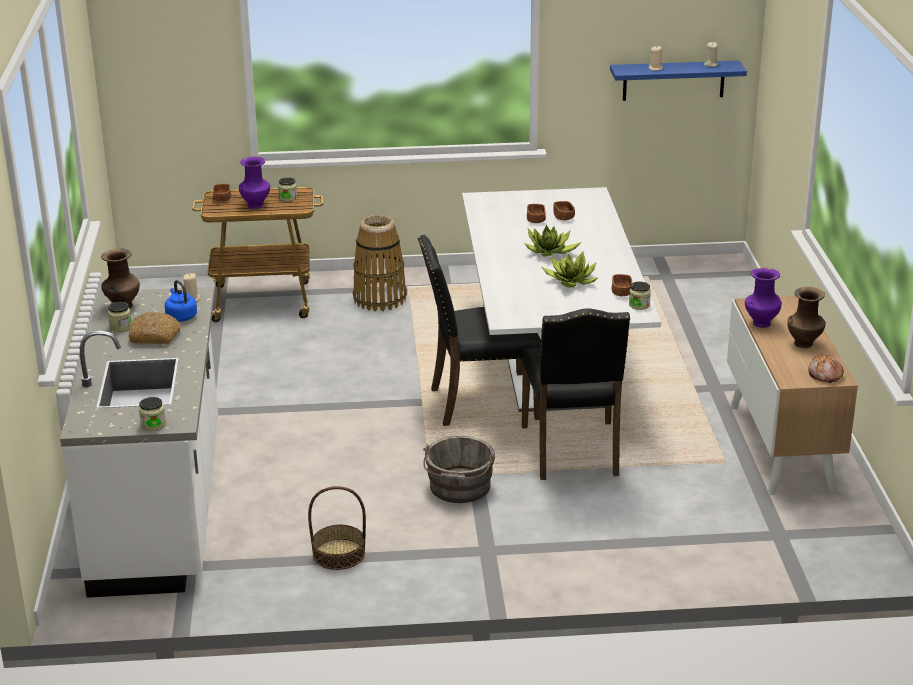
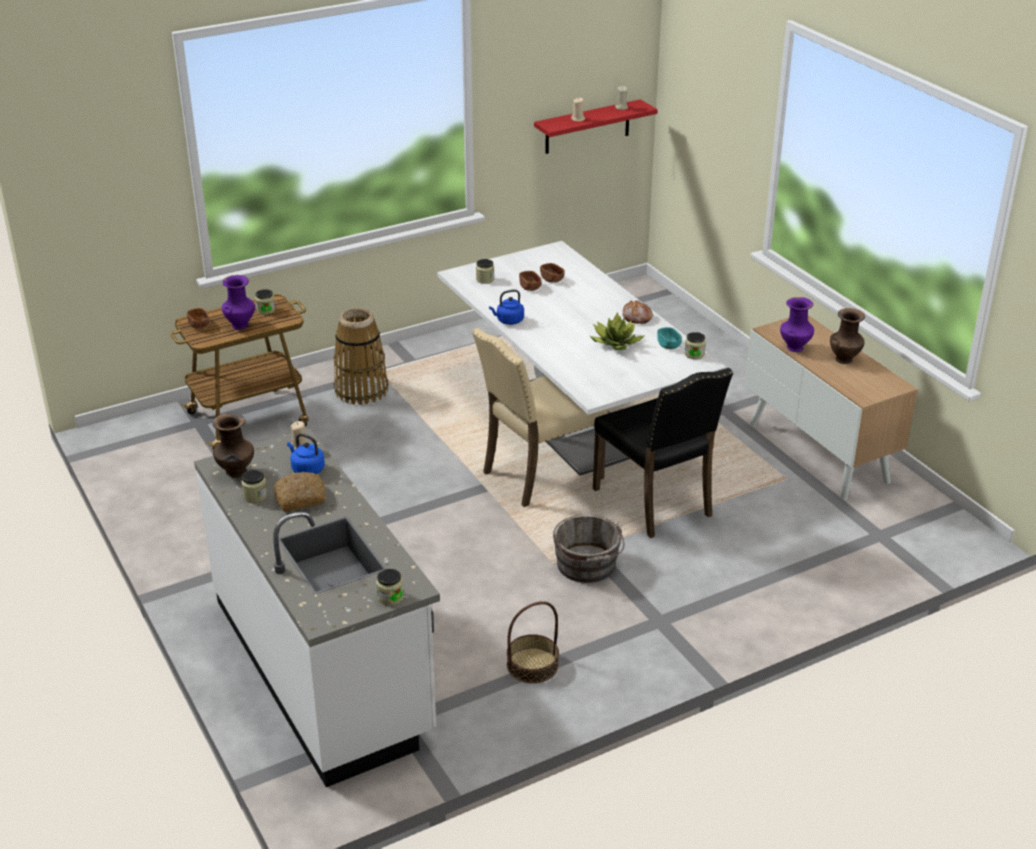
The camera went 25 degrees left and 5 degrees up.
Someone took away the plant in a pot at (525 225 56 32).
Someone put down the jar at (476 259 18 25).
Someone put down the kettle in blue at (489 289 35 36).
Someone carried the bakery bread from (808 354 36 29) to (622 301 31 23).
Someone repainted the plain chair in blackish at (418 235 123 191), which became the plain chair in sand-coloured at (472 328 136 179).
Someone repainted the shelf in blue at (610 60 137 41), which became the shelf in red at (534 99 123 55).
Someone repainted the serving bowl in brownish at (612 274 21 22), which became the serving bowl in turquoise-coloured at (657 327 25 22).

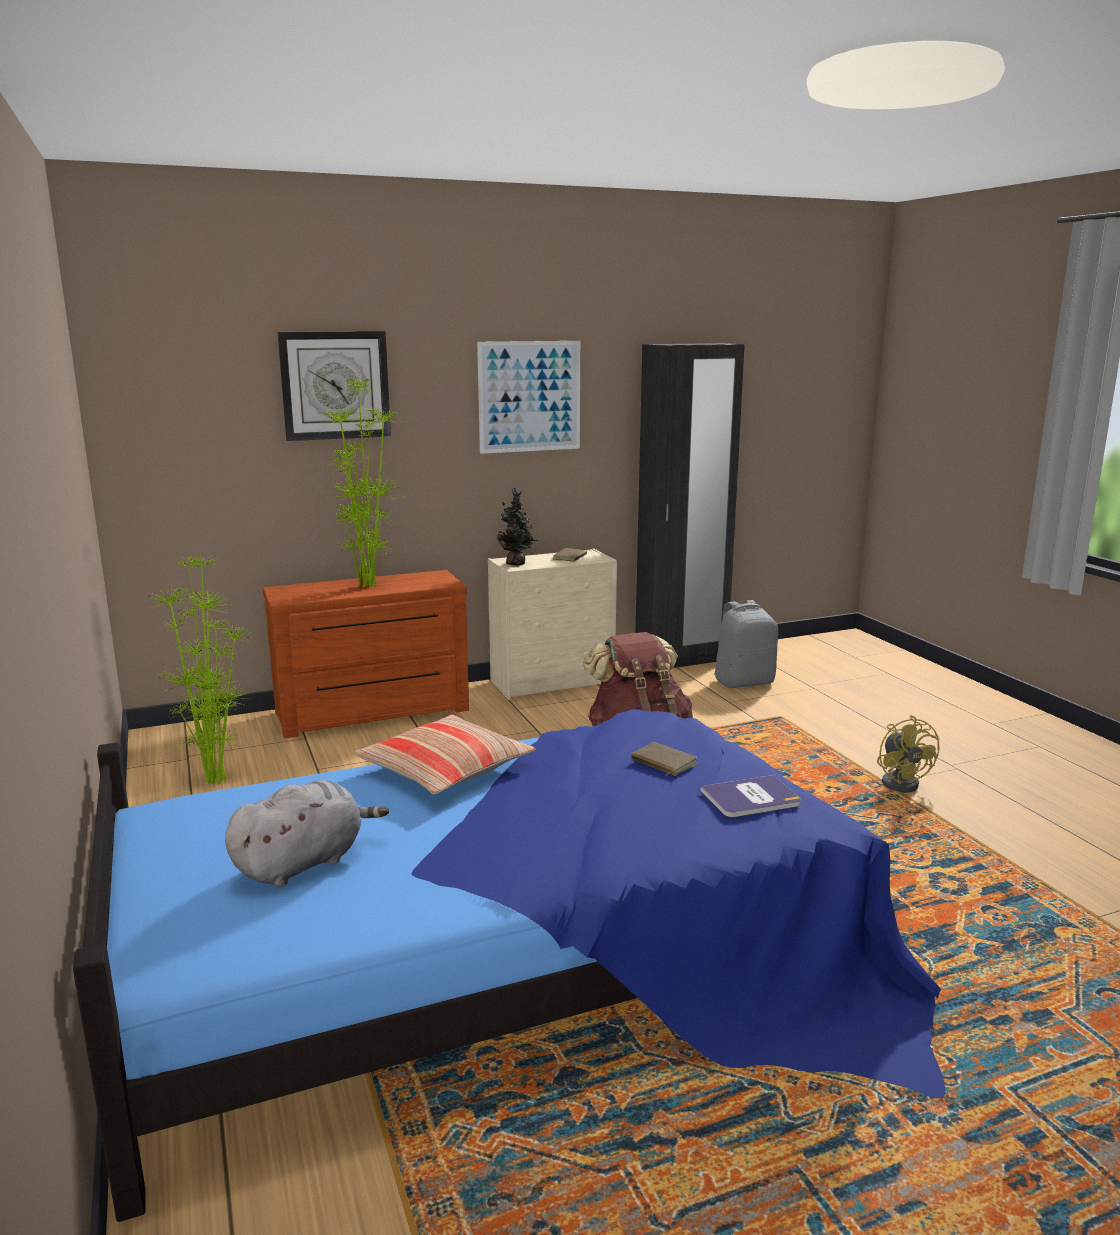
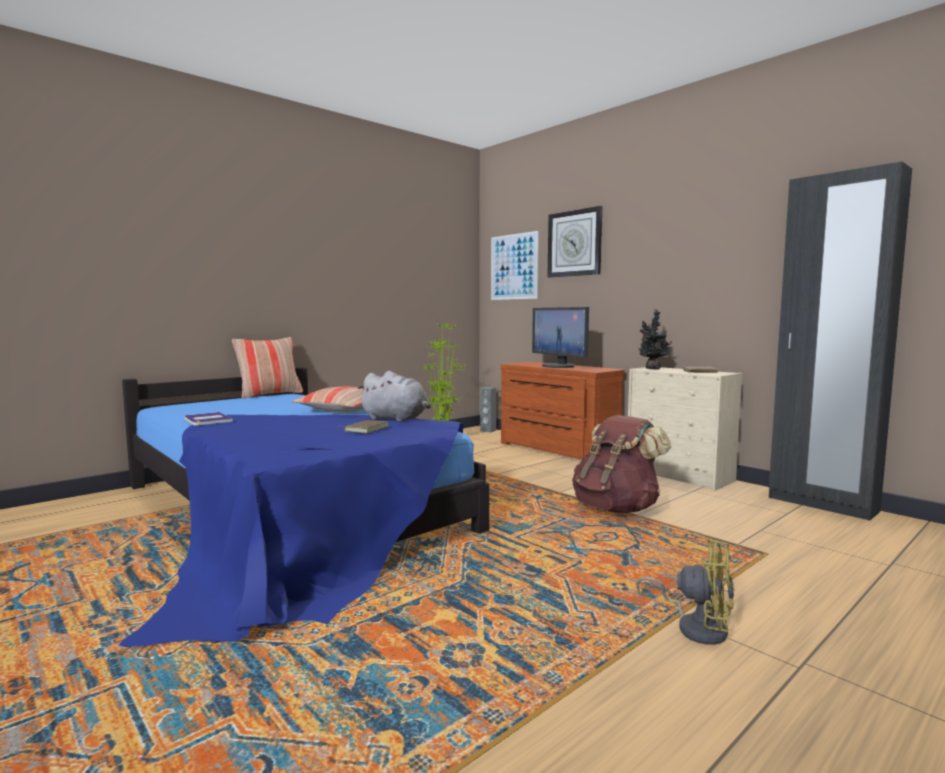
The camera went 70 degrees right and 10 degrees down.
Someone took away the backpack in grey at (715 600 63 88).
Someone put down the throw pillow at (232 337 71 62).
Someone put down the audio speaker in grey at (480 387 16 46).
Someone carried the plush toy in grey from (225 780 164 107) to (357 371 74 51).
Someone carried the wall art from (477 341 103 113) to (491 231 48 69).
Someone carried the book from (701 775 100 42) to (184 412 49 14).
Someone swapped the plant in a pot at (320 378 84 209) for the computer screen at (532 307 57 61).
Someone rotated the electric fan in yellow at (877 715 63 78) by 120 degrees counterclockwise.

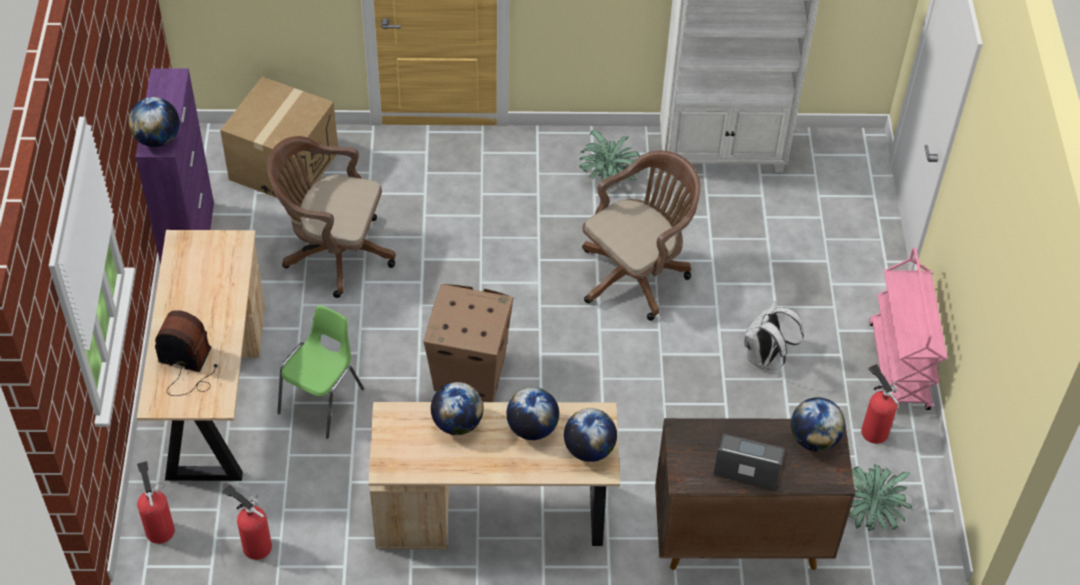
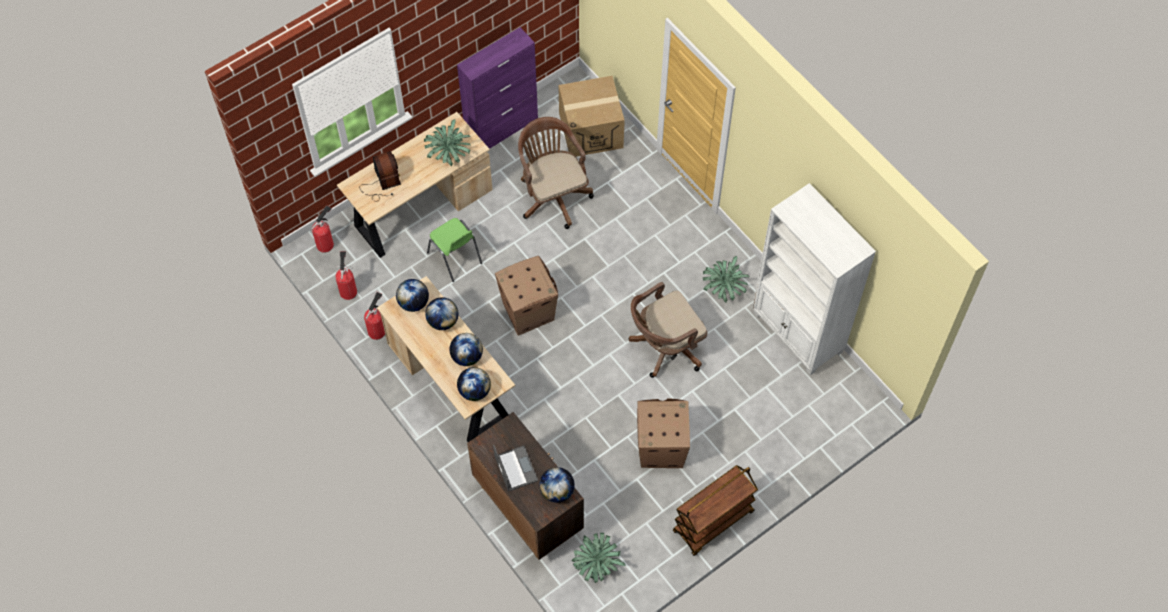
The camera went 55 degrees right and 10 degrees up.
Someone put down the plant in a pot at (424 119 47 47).
Someone carried the world globe from (129 97 51 50) to (396 279 33 33).
Someone carried the fire extinguisher from (861 364 38 80) to (364 292 21 48).
Someone swapped the backpack in whitish at (744 301 60 69) for the carton at (637 398 53 70).
Someone repainted the cart in pink at (869 248 78 162), which became the cart in brownish at (673 465 85 91).
Someone rotated the plain chair in greenish at (277 305 87 134) by 60 degrees clockwise.
Someone rotated the desk chair in brownish at (582 151 119 170) by 135 degrees clockwise.

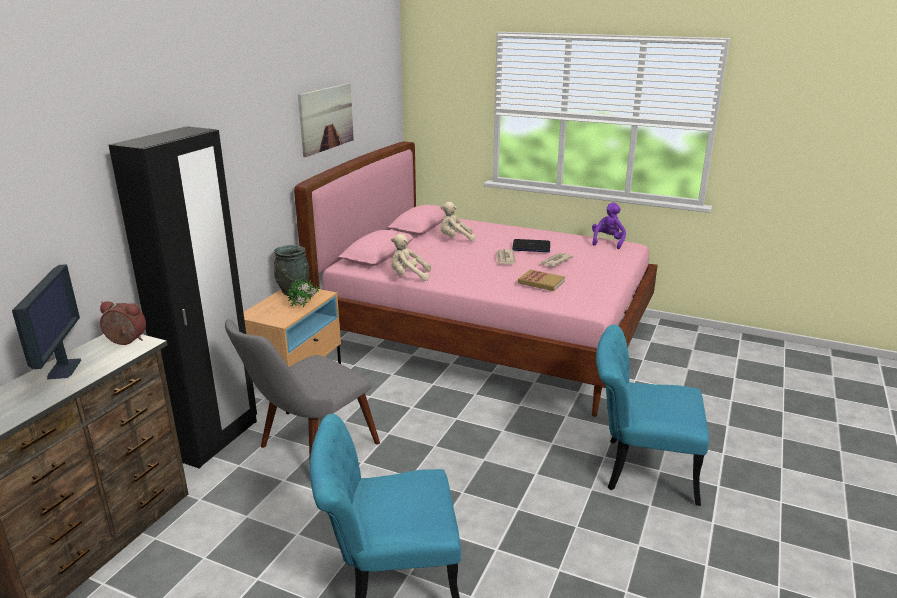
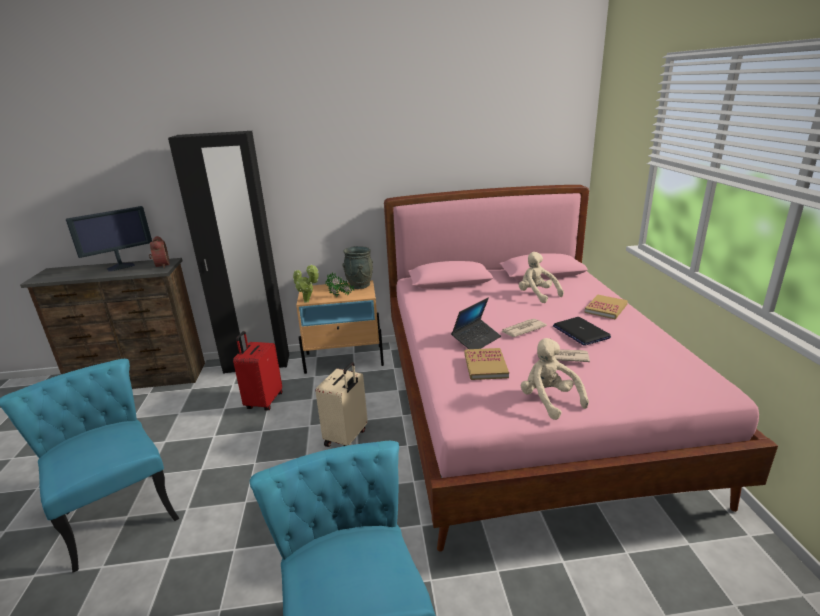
The camera went 60 degrees right and 0 degrees up.
Someone took away the wall art at (298 83 56 74).
Someone took away the plush toy in purplish at (592 202 34 47).
Someone put down the plant in a pot at (293 264 26 39).
Someone put down the travel case in sand-coloured at (315 362 53 85).
Someone put down the notebook computer at (451 298 50 51).
Someone put down the book at (585 295 43 24).
Someone carried the plush toy in sand-coloured from (391 234 40 47) to (521 338 68 82).
Someone swapped the plain chair in grey at (225 319 155 138) for the travel case in red at (233 331 49 80).

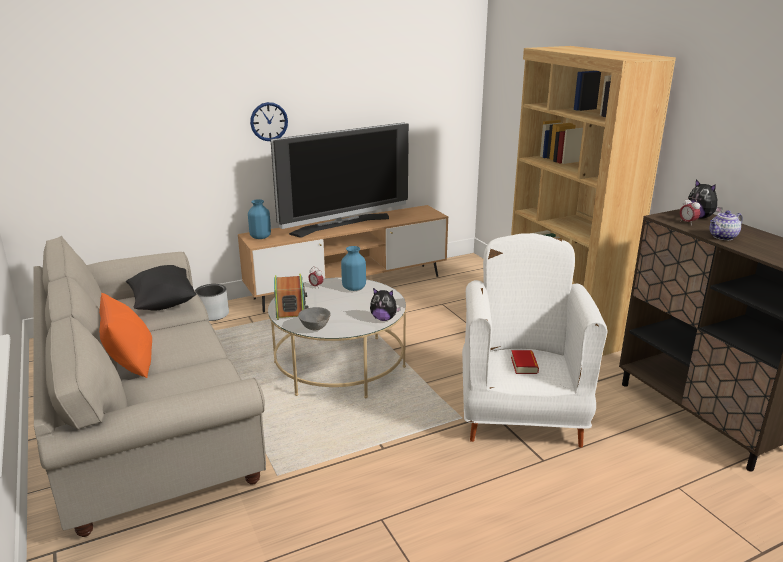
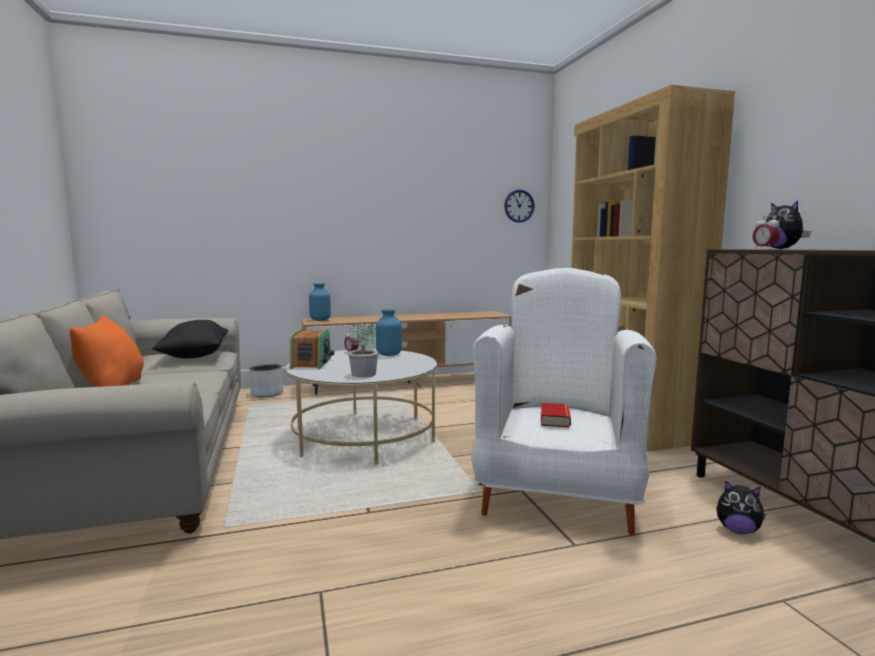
The camera went 10 degrees right and 15 degrees down.
Someone took away the TV set at (271 123 138 114).
Someone took away the serving bowl in grey at (298 307 33 24).
Someone took away the pot for tea at (709 211 34 29).
Someone put down the plant in a pot at (348 322 30 56).
Someone carried the clock on the wall from (250 102 38 39) to (504 189 31 34).
Someone carried the plush toy from (370 288 31 33) to (716 480 50 54).

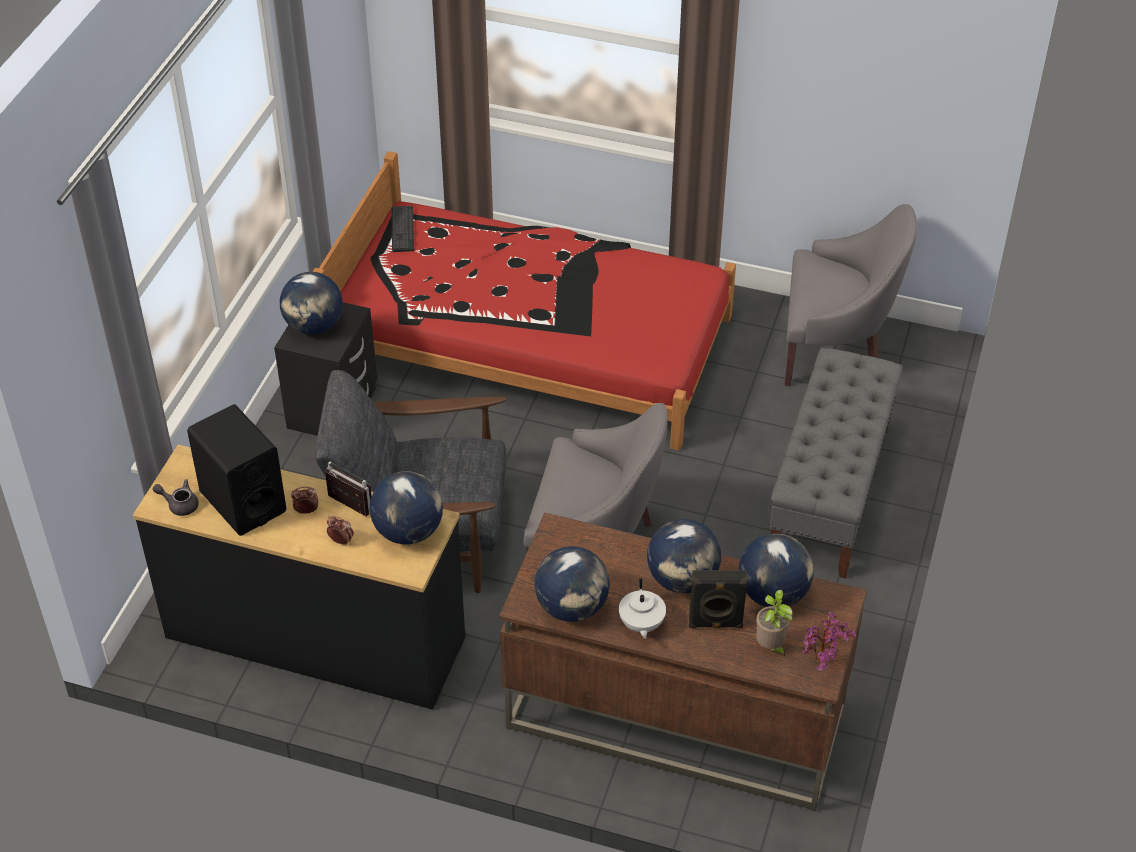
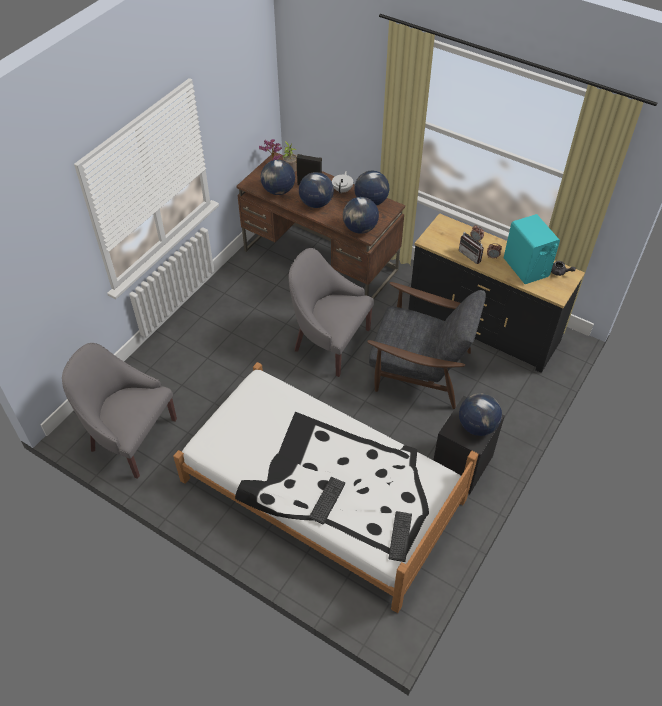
The camera went 165 degrees left and 5 degrees up.
Someone took away the indoor bench in grey at (770 348 133 231).
Someone put down the PC keyboard at (309 477 36 47).
Someone carried the world globe from (370 471 73 73) to (343 197 36 37).
Someone repainted the audio speaker in blackish at (187 404 100 132), which became the audio speaker in turquoise-coloured at (504 214 56 70).
Someone repainted the bed in red at (312 151 424 300), which became the bed in whitish at (173 362 306 251).

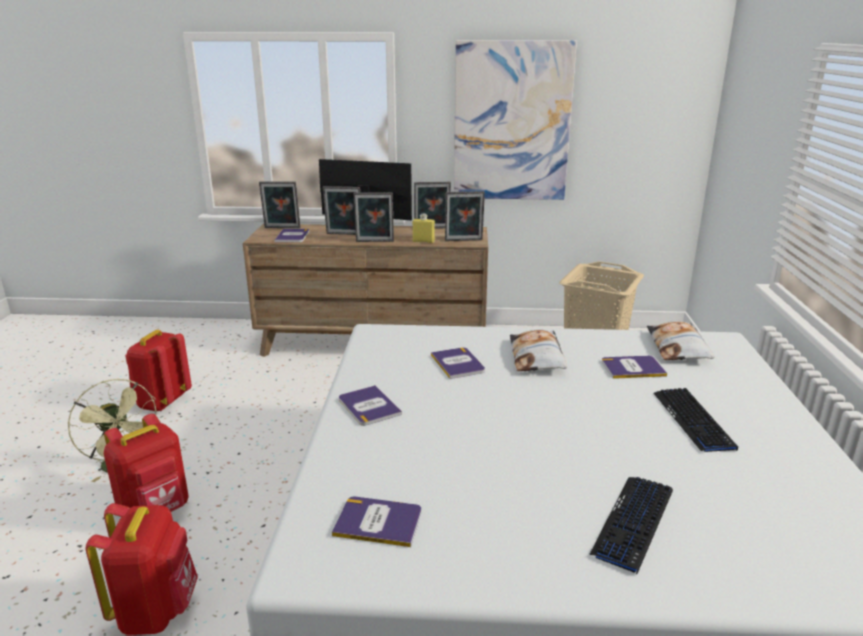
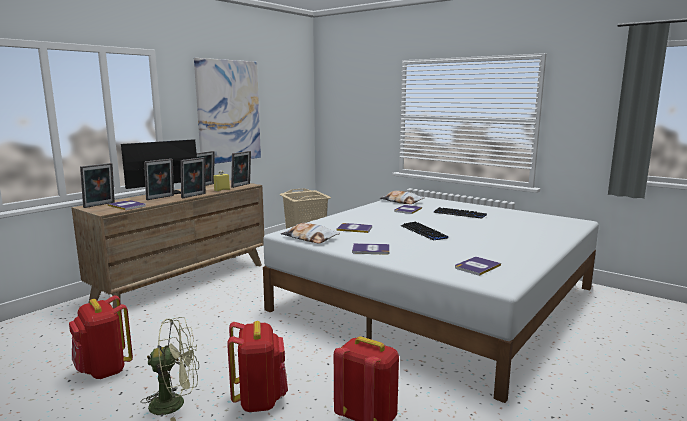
The camera went 55 degrees left and 10 degrees down.
Someone carried the throw pillow from (510 330 57 41) to (281 223 59 21).
Someone carried the PC keyboard from (589 477 84 98) to (401 222 47 18).

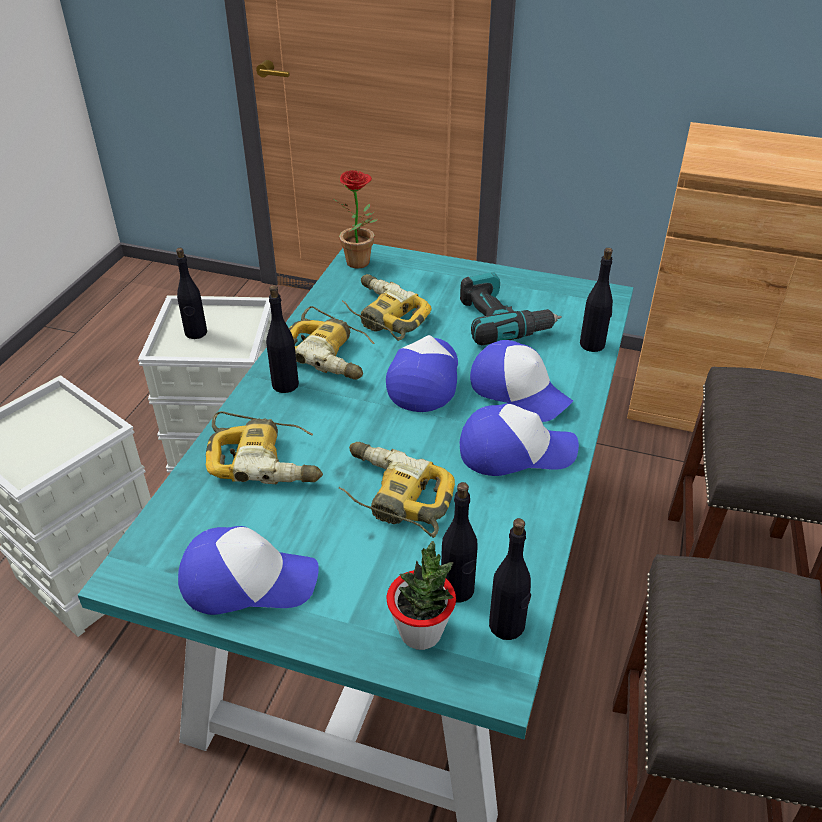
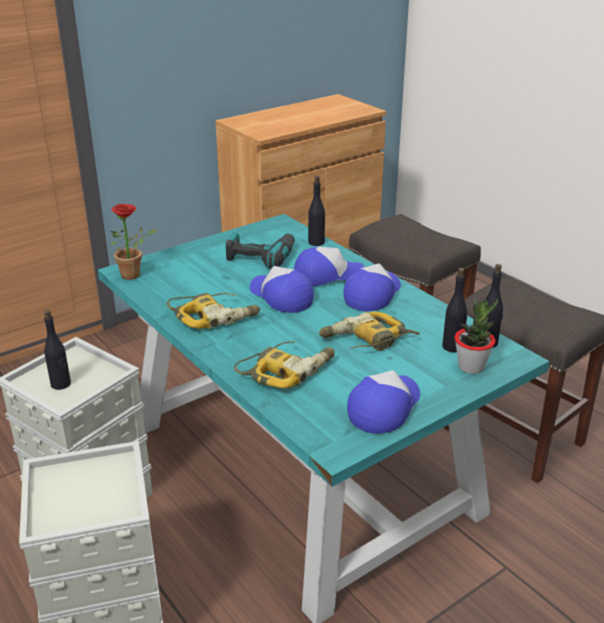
The camera went 55 degrees left and 10 degrees down.
Someone took away the beverage bottle in blackish at (266 285 33 108).
Someone took away the electric drill at (342 274 90 67).

